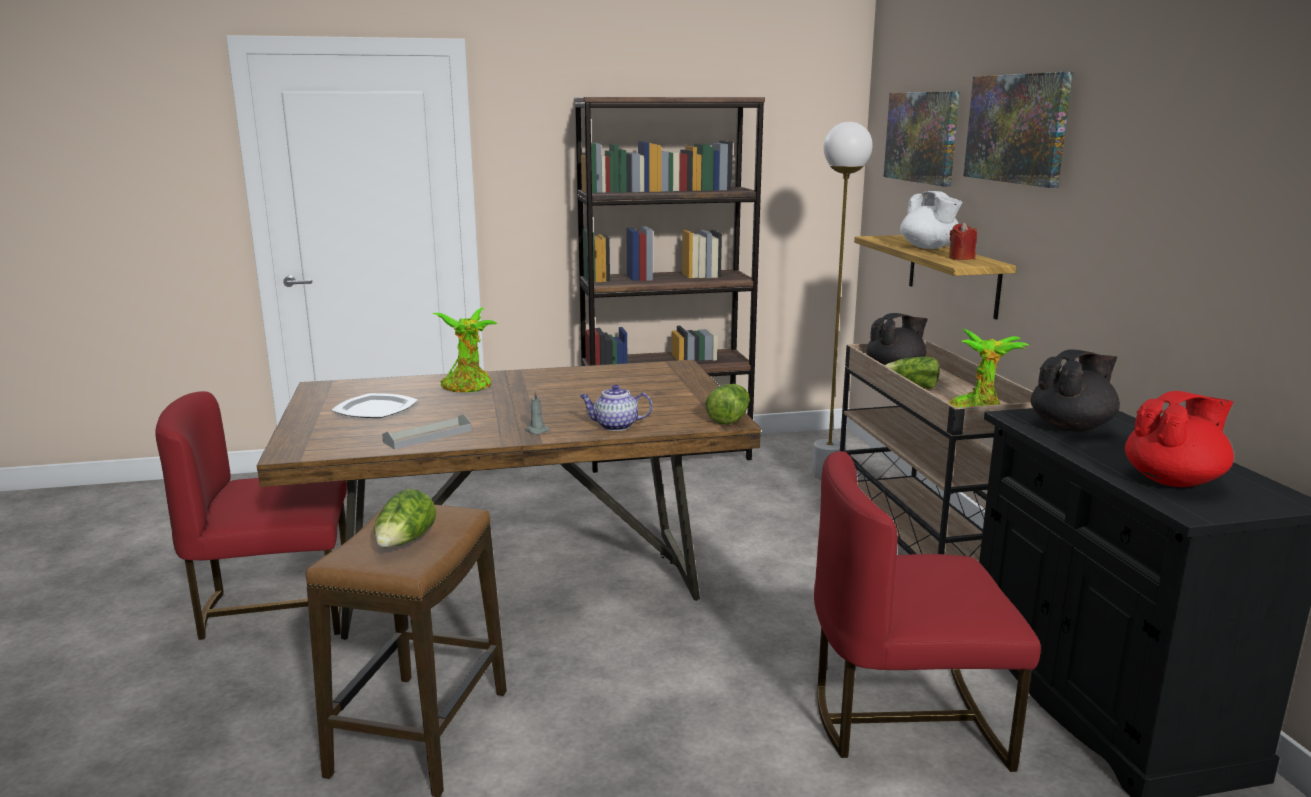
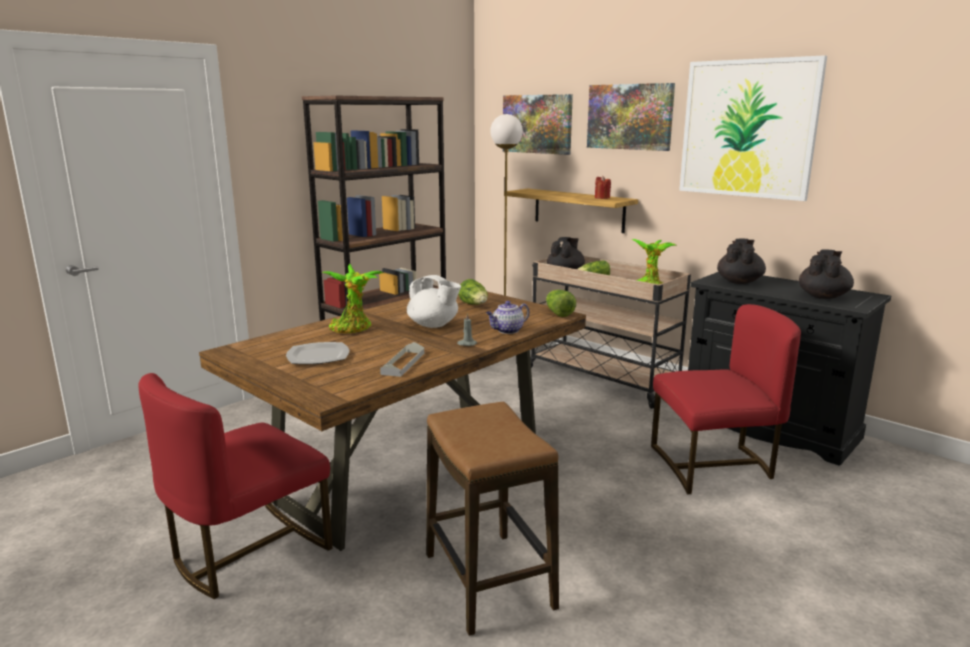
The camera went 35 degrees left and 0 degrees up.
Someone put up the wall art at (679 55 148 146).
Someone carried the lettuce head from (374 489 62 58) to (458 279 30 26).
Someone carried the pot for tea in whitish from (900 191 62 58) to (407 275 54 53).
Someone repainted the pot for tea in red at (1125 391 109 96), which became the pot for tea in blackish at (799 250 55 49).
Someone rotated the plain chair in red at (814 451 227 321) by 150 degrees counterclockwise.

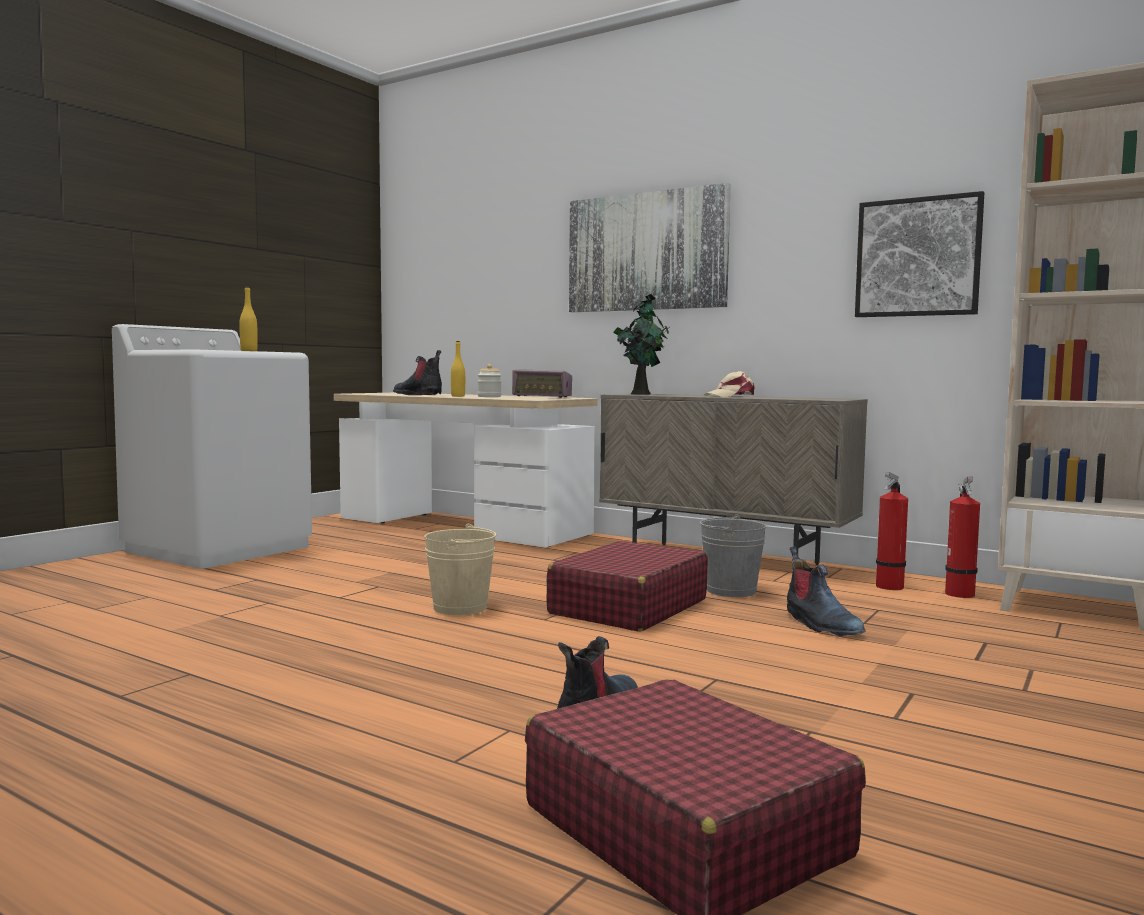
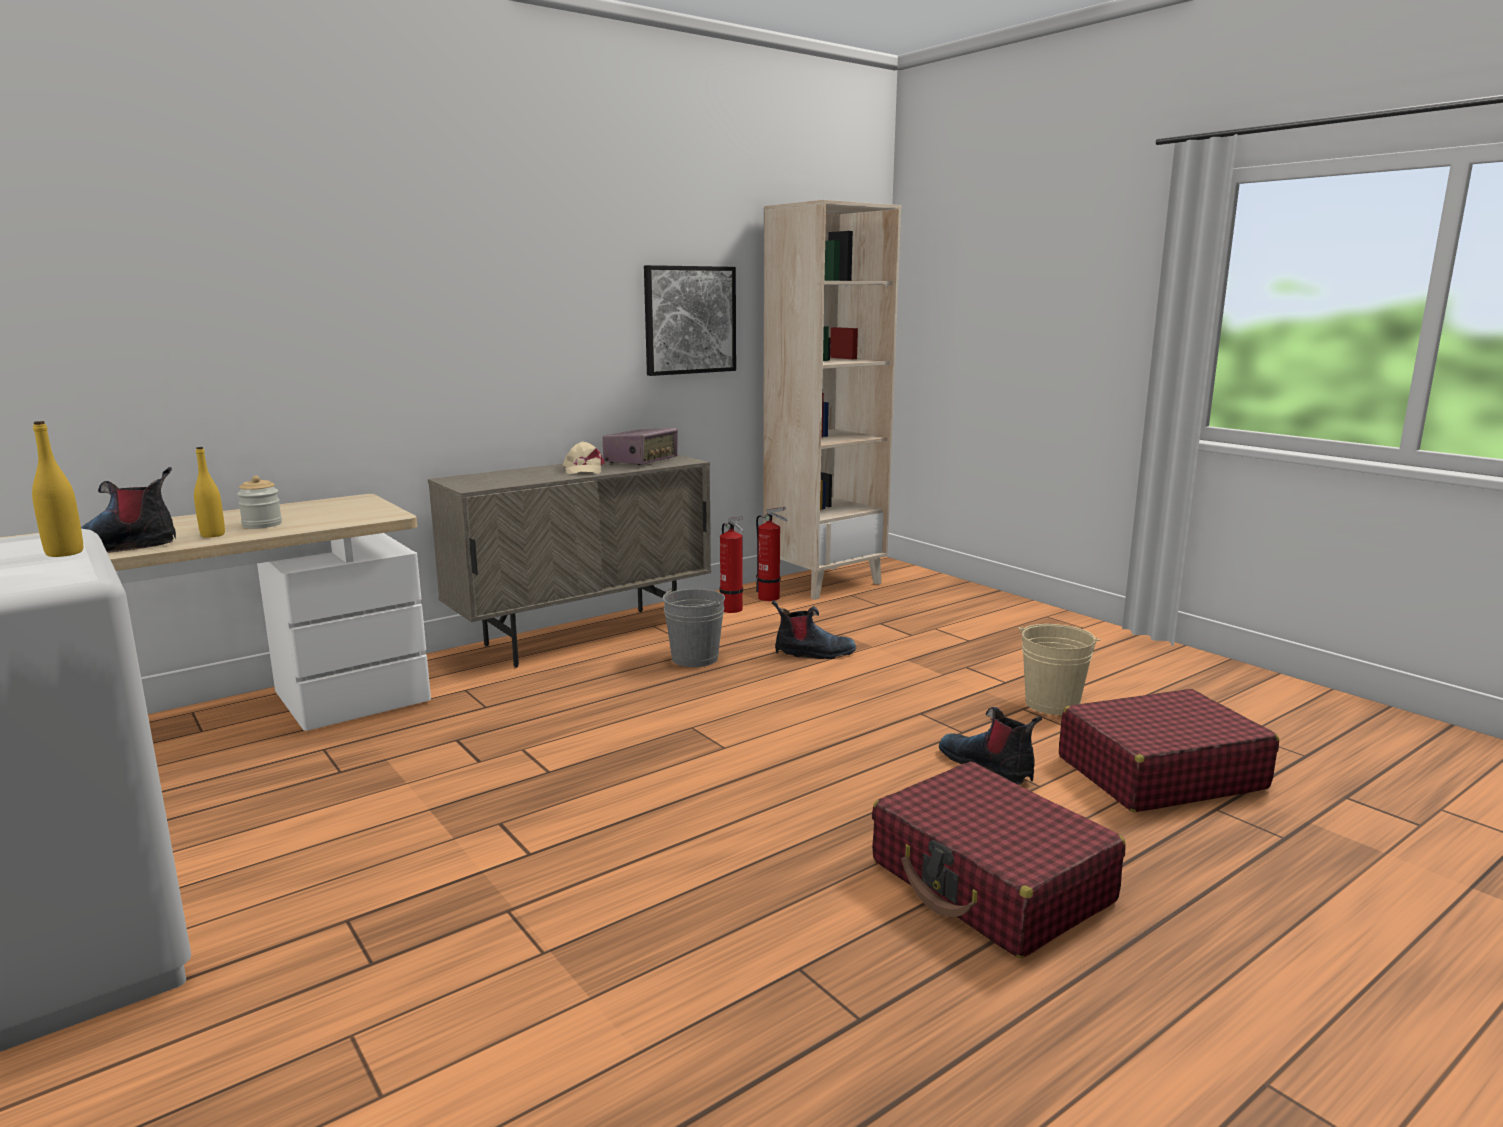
The camera went 70 degrees left and 10 degrees up.
Someone took away the wall art at (569 183 162 129).
Someone took away the plant in a pot at (613 294 56 100).
Someone carried the water bucket in sand-coloured from (424 524 72 91) to (1019 624 82 91).
Someone carried the radio set from (512 369 60 29) to (603 428 75 37).
Someone carried the travel case in red from (547 541 161 91) to (872 762 254 196).

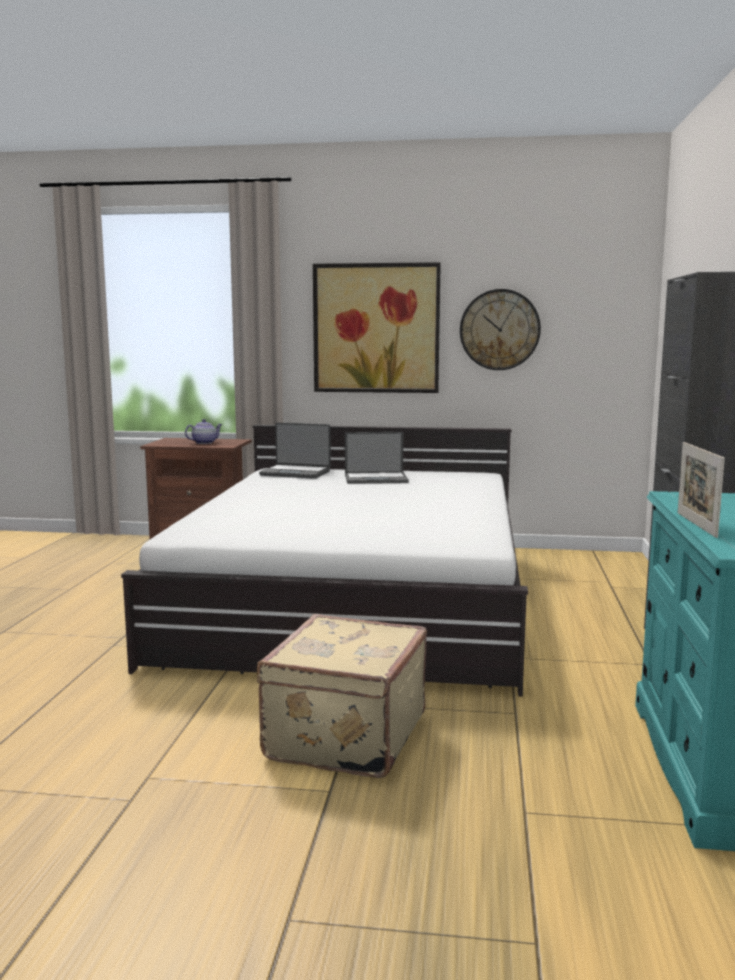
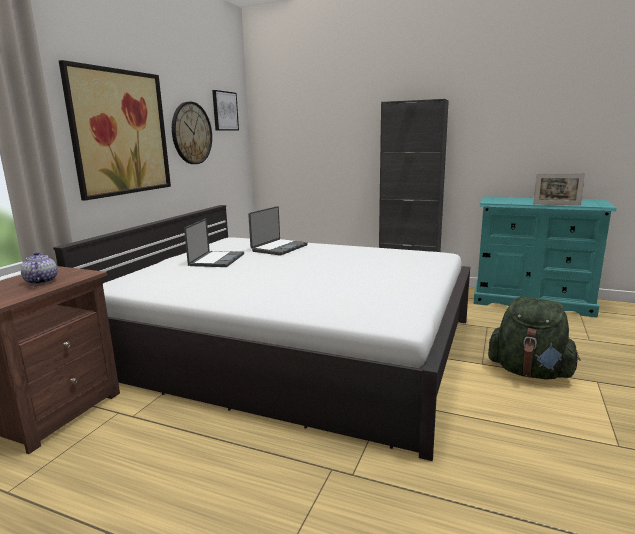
The camera went 75 degrees left and 5 degrees up.
Someone put up the wall art at (212 90 27 41).
Someone carried the notebook computer from (259 423 72 56) to (248 206 60 49).
Someone swapped the travel case in sand-coloured at (257 614 170 164) for the backpack in greenish at (488 297 93 83).

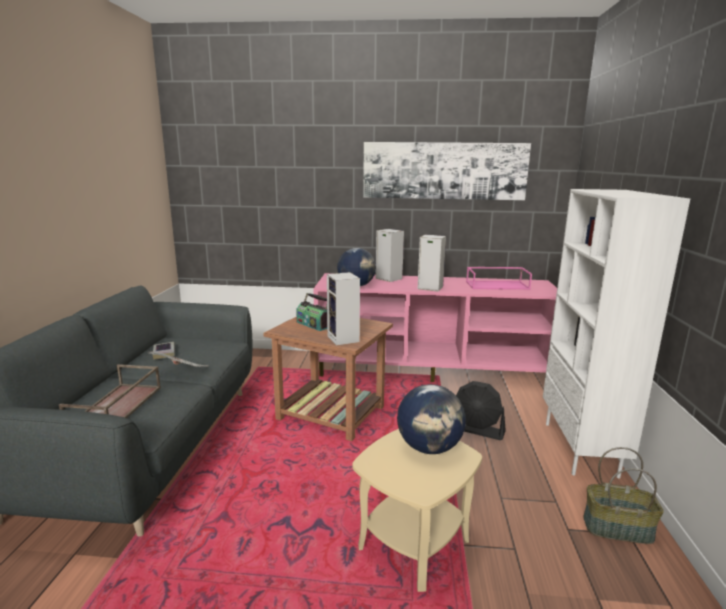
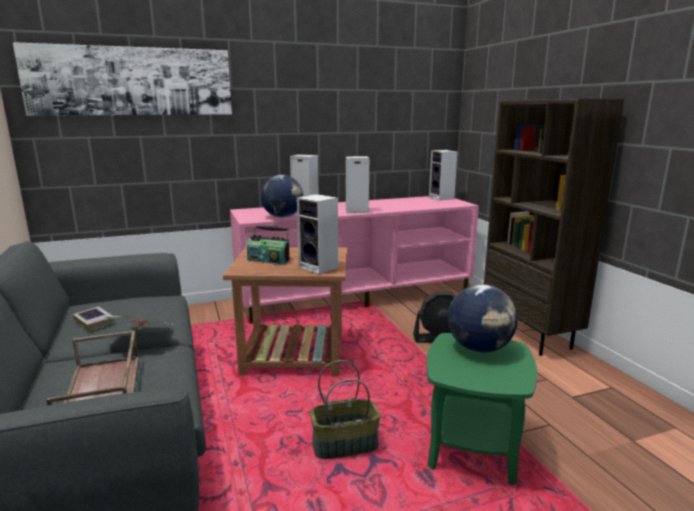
The camera went 25 degrees left and 0 degrees up.
Someone took away the serving tray in pink at (466 267 66 23).
Someone put down the audio speaker at (429 150 29 50).
Someone carried the wall art from (363 142 168 58) to (13 42 219 74).
Someone carried the storage basket from (583 447 81 97) to (310 360 71 99).
Someone repainted the side table in sand-coloured at (352 429 130 163), which became the side table in greenish at (426 333 111 153).
Someone repainted the bookshelf in whitish at (543 189 147 290), which became the bookshelf in brownish at (484 99 140 257).

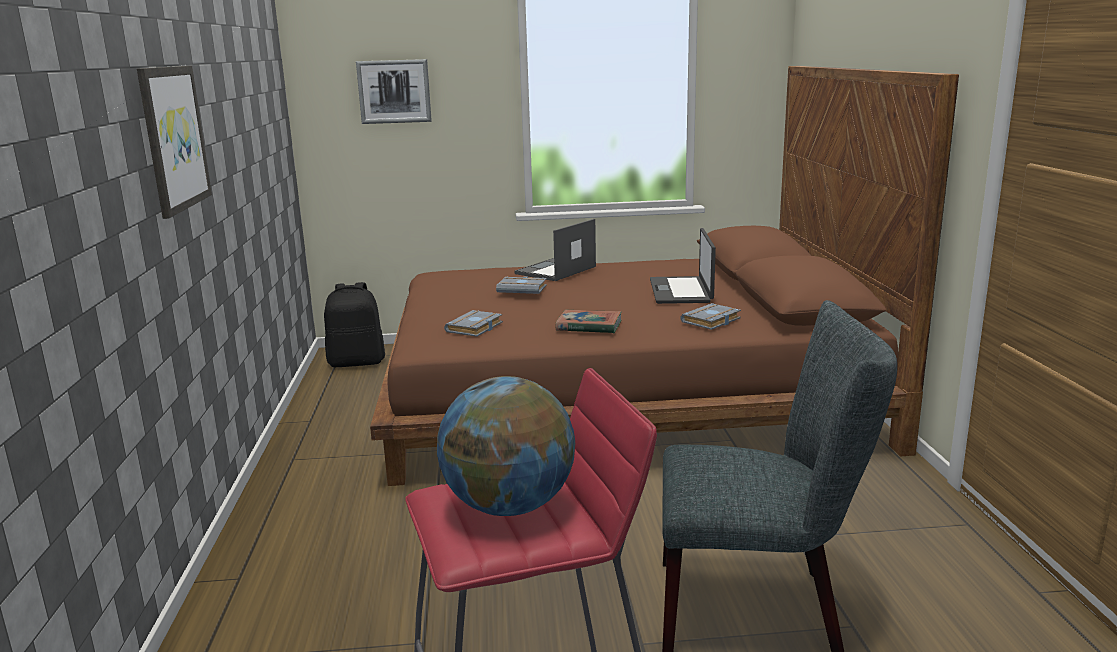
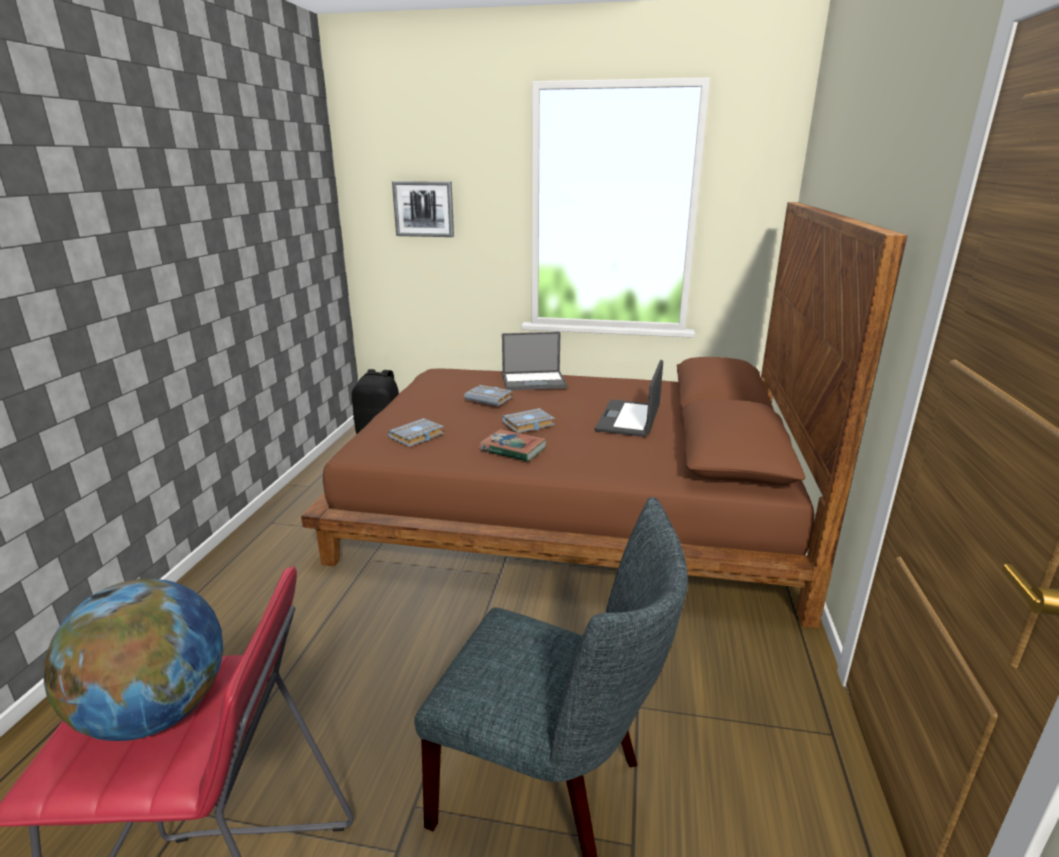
The camera went 15 degrees right and 5 degrees up.
Someone took away the wall art at (137 66 75 153).
Someone carried the book in grey from (680 303 61 27) to (502 408 53 25).
Someone rotated the notebook computer at (515 219 81 62) by 150 degrees counterclockwise.

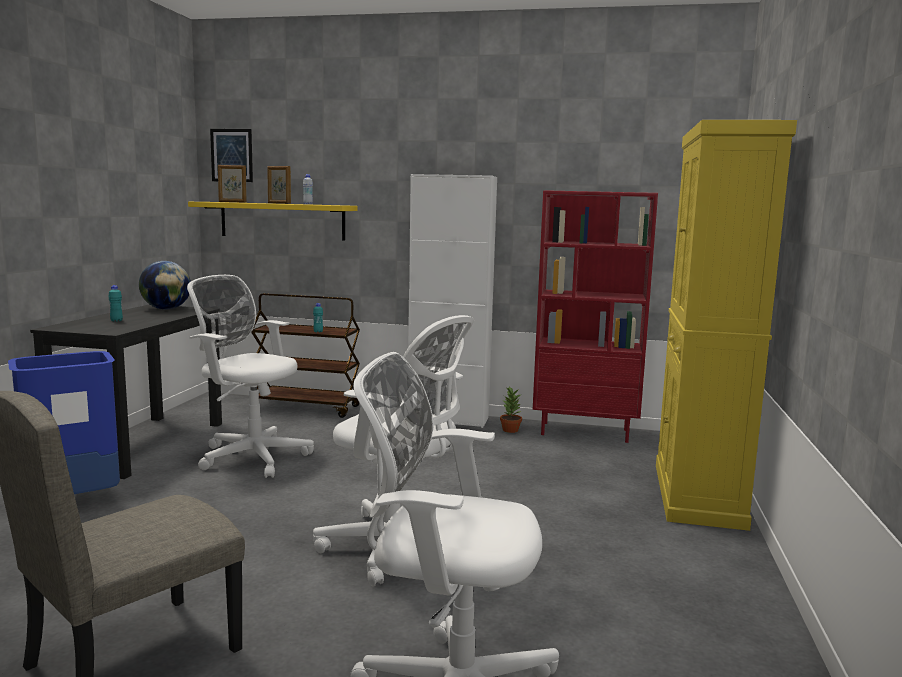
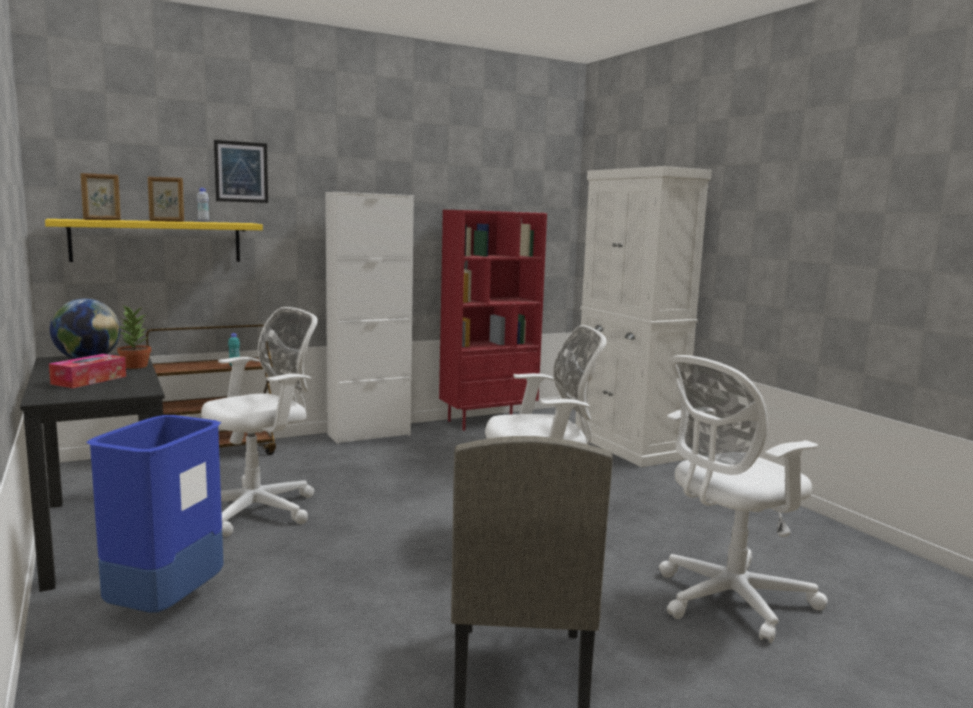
The camera went 40 degrees left and 0 degrees up.
Someone carried the wall art from (210 129 43 53) to (214 140 54 63).
Someone carried the plant in a pot from (500 386 22 47) to (117 306 34 63).
Someone swapped the beverage bottle in turquoise-coloured at (109 285 14 37) for the tissue box at (49 354 77 34).
Someone repainted the storage cabinet in yellow at (656 120 141 411), which became the storage cabinet in whitish at (575 166 137 301).
Someone rotated the desk chair in whitish at (187 275 127 203) by 150 degrees clockwise.

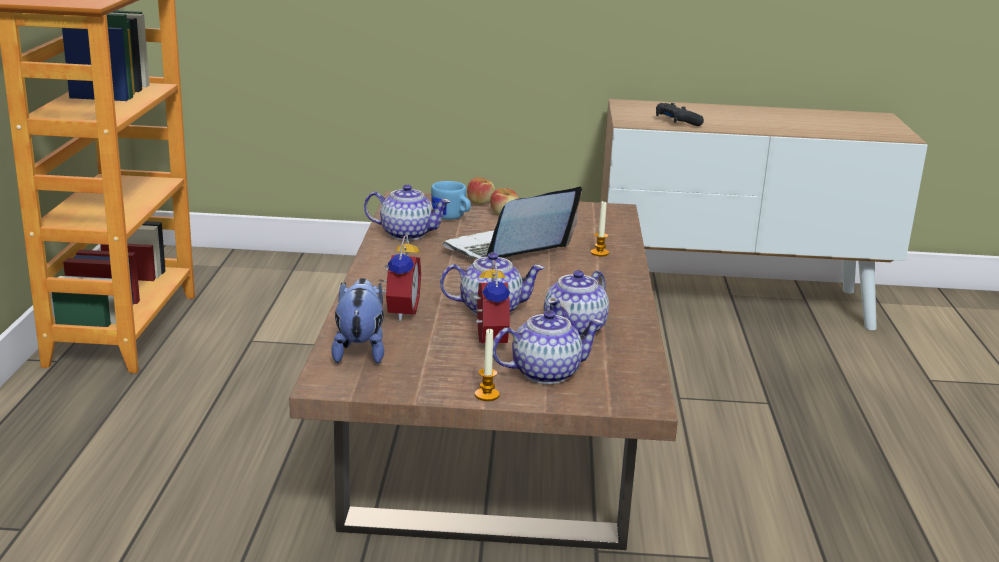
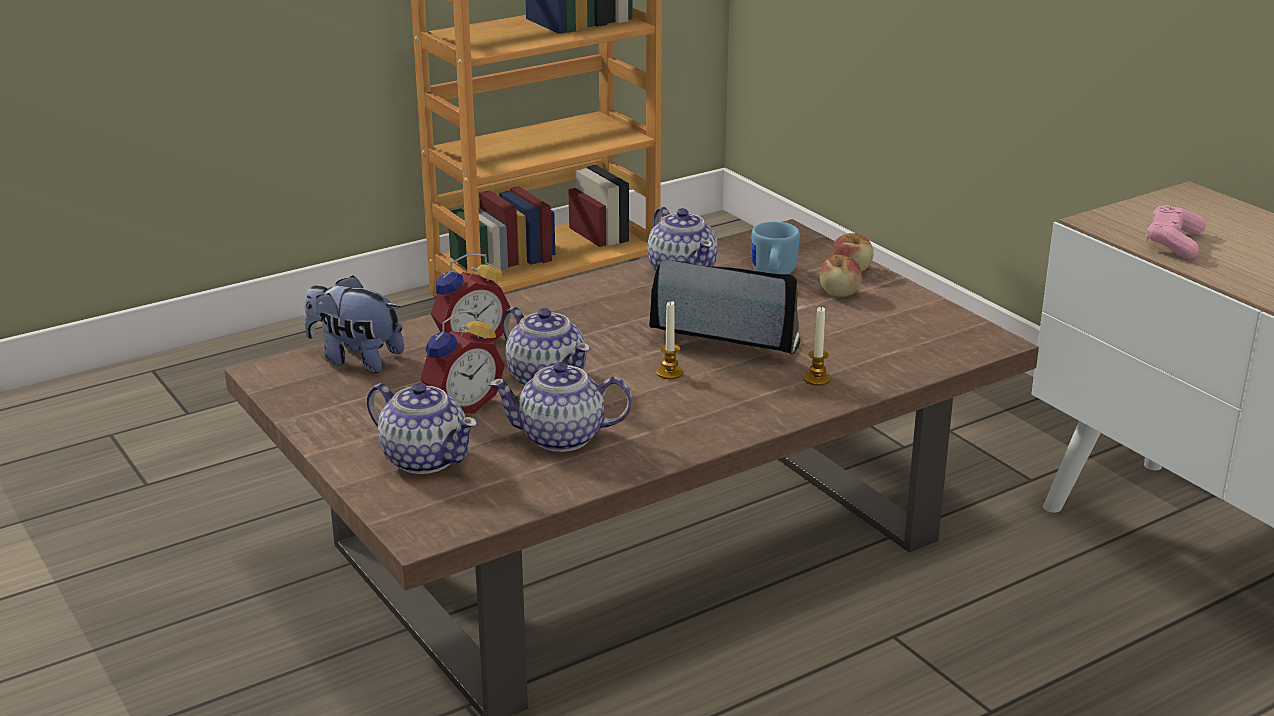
The camera went 55 degrees right and 5 degrees up.
Someone carried the wax light from (475 329 25 72) to (656 300 27 79).
Someone repainted the gamepad in blackish at (656 103 48 23), which became the gamepad in pink at (1146 205 60 54).
Someone rotated the plush toy at (331 278 53 86) by 120 degrees counterclockwise.

